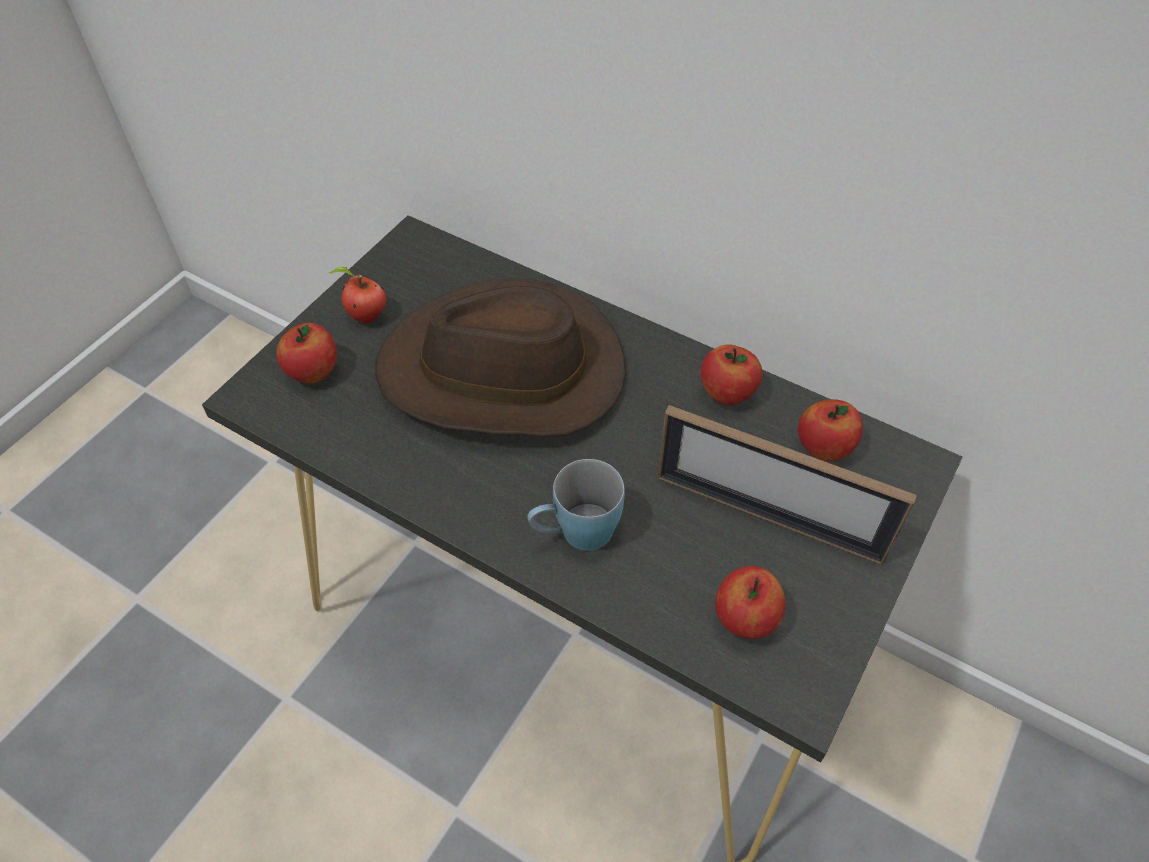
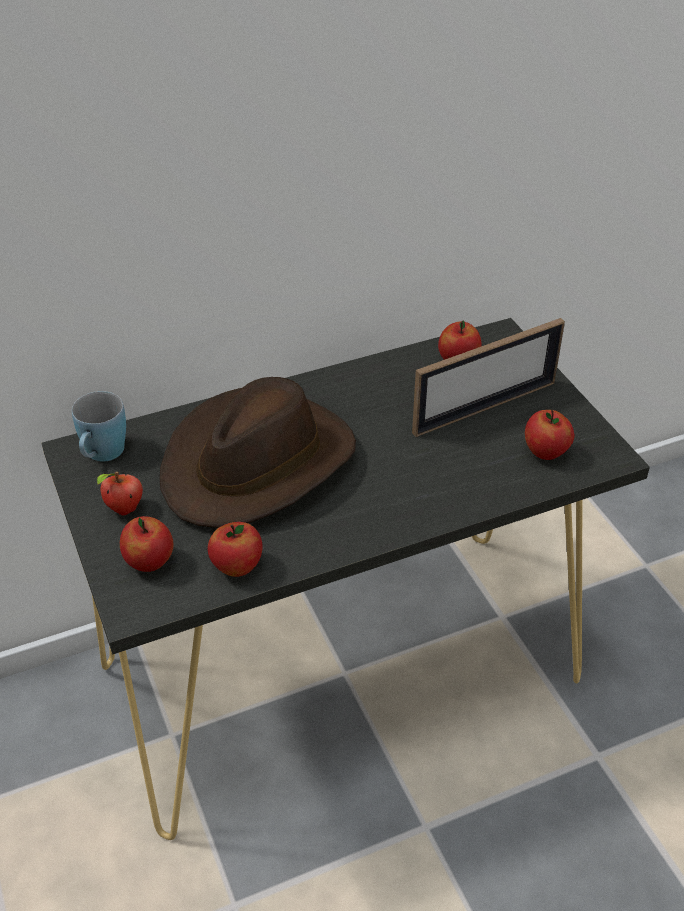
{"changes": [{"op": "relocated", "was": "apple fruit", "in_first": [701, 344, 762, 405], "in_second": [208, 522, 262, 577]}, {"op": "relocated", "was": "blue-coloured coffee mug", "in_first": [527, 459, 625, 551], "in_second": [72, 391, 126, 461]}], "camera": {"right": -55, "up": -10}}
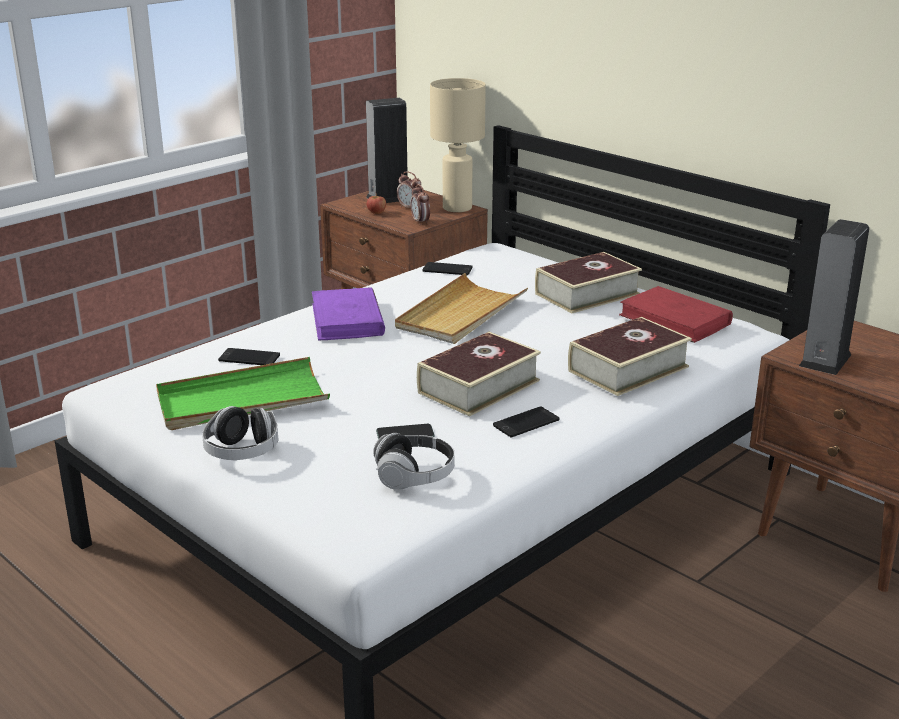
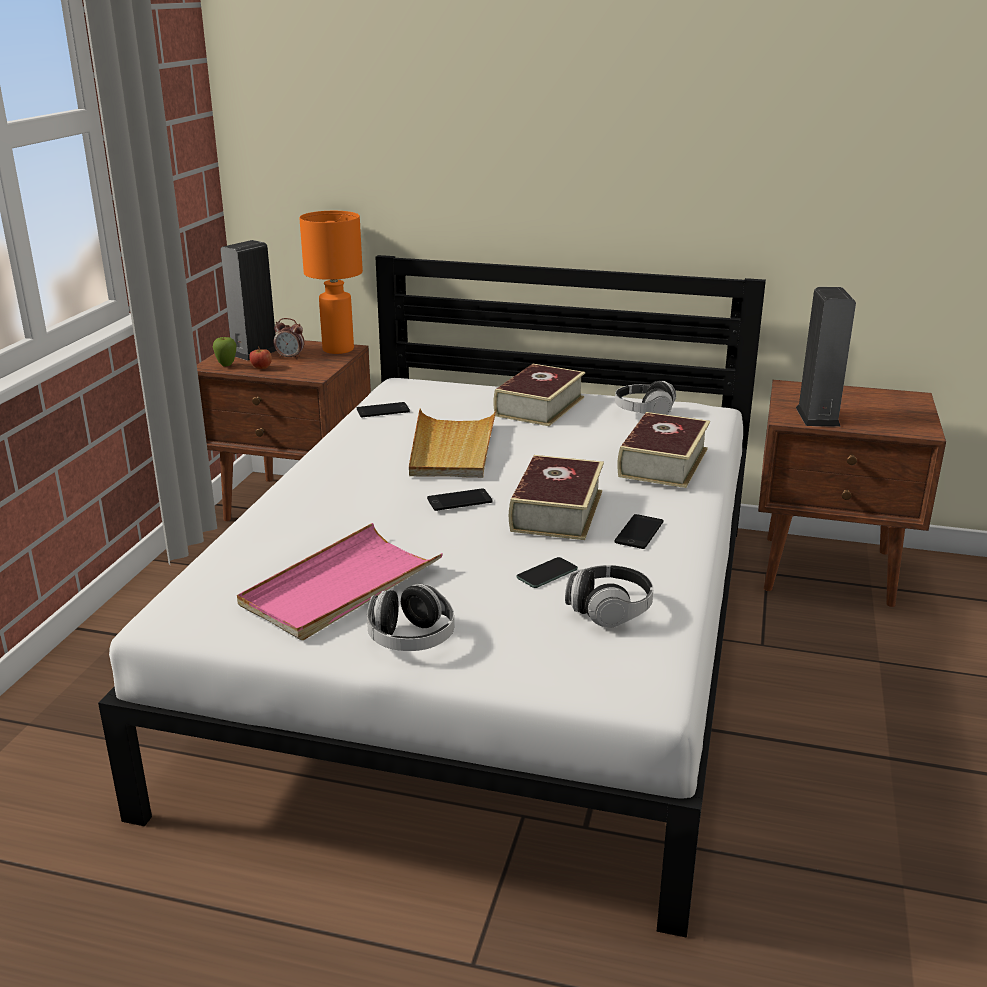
{"changes": [{"op": "colour", "was": "beige tabletop lamp", "now": "orangey tabletop lamp", "in_first": [430, 78, 486, 212], "in_second": [299, 211, 363, 354]}, {"op": "missing", "was": "alarm clock", "in_first": [410, 184, 430, 225]}, {"op": "exchanged", "was": "red-coloured book", "now": "headset", "in_first": [619, 286, 733, 343], "in_second": [615, 381, 676, 415]}, {"op": "missing", "was": "purple book", "in_first": [312, 287, 385, 340]}, {"op": "relocated", "was": "phone", "in_first": [218, 348, 280, 365], "in_second": [427, 488, 493, 511]}, {"op": "colour", "was": "greenish serving tray", "now": "pink-coloured serving tray", "in_first": [156, 357, 330, 430], "in_second": [237, 523, 443, 640]}, {"op": "appeared", "now": "apple fruit", "in_second": [213, 337, 237, 366]}], "camera": {"right": -30, "up": 0}}
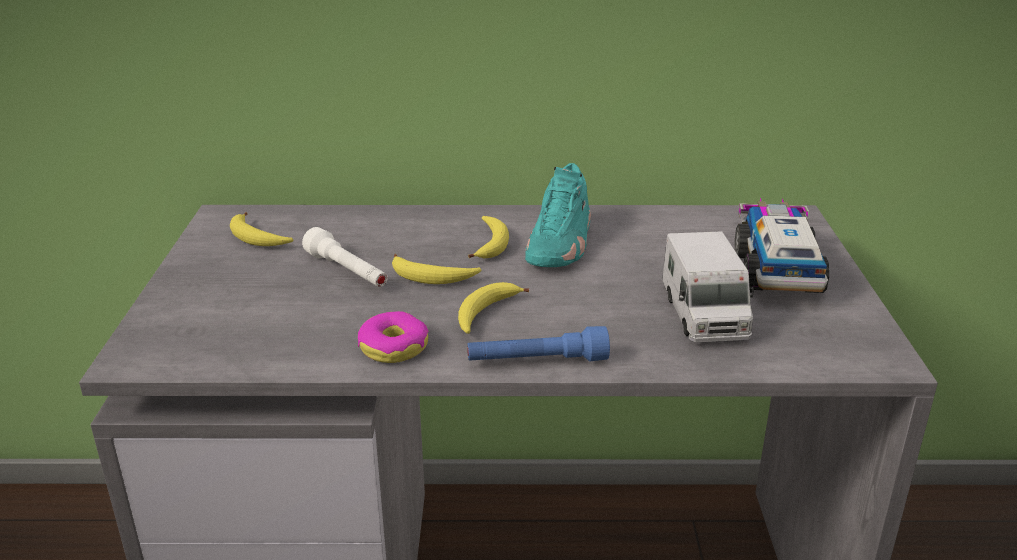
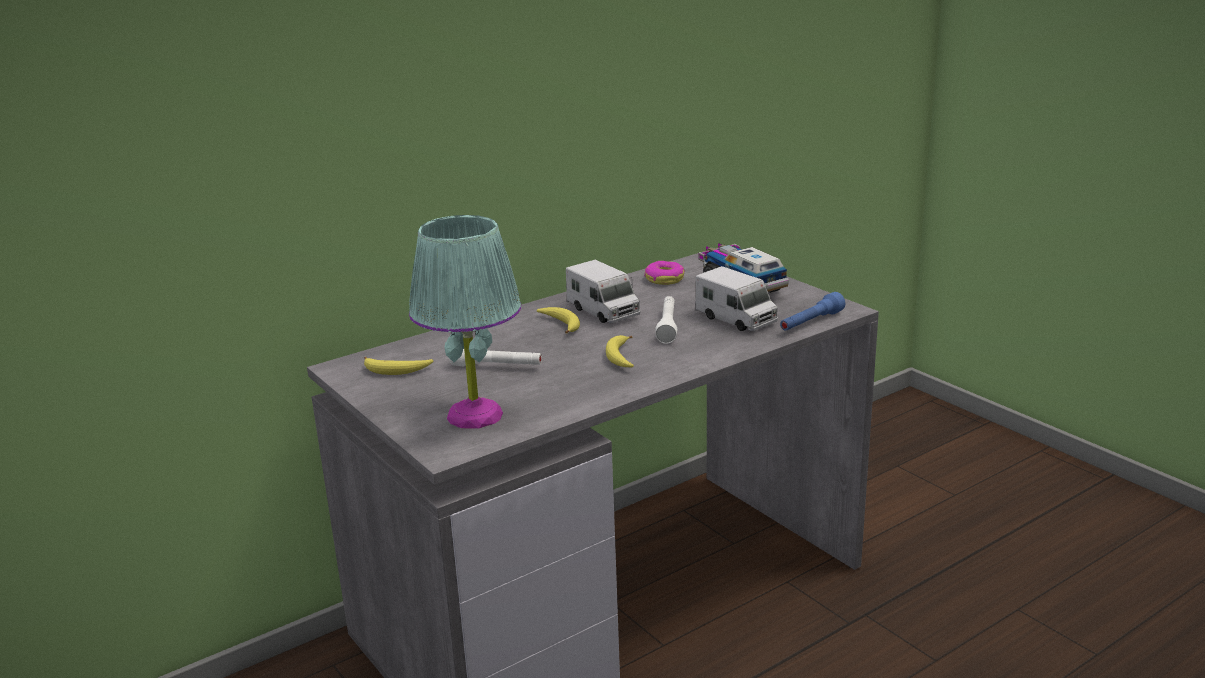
{"changes": [{"op": "exchanged", "was": "turquoise low shoe", "now": "toy truck", "in_first": [525, 163, 591, 267], "in_second": [566, 260, 641, 323]}, {"op": "missing", "was": "banana fruit", "in_first": [392, 254, 481, 284]}, {"op": "relocated", "was": "donut", "in_first": [358, 311, 429, 363], "in_second": [645, 261, 685, 285]}, {"op": "relocated", "was": "blue-coloured torch", "in_first": [467, 326, 610, 361], "in_second": [780, 292, 845, 331]}, {"op": "appeared", "now": "turquoise tabletop lamp", "in_second": [409, 215, 521, 429]}, {"op": "appeared", "now": "whitish torch", "in_second": [655, 296, 677, 344]}], "camera": {"right": -35, "up": -5}}
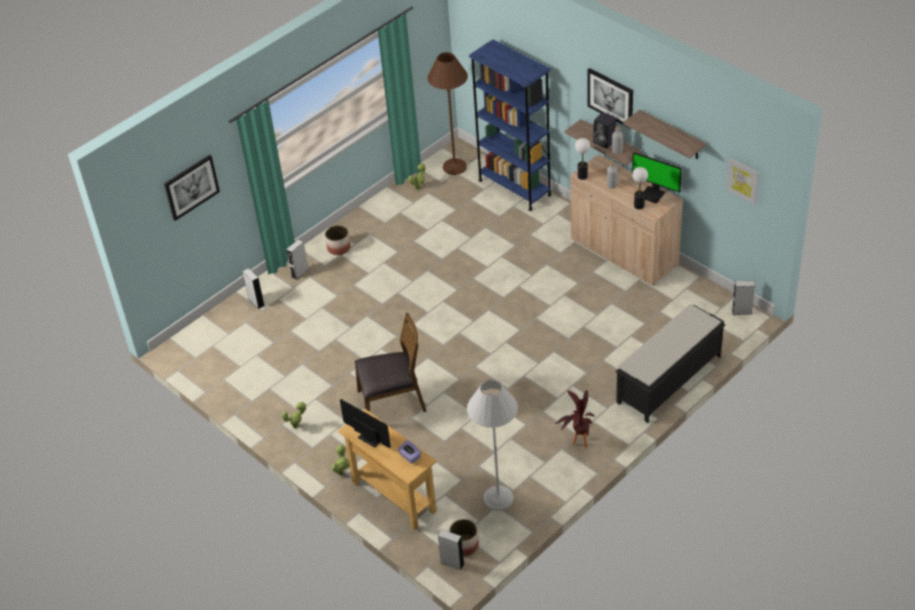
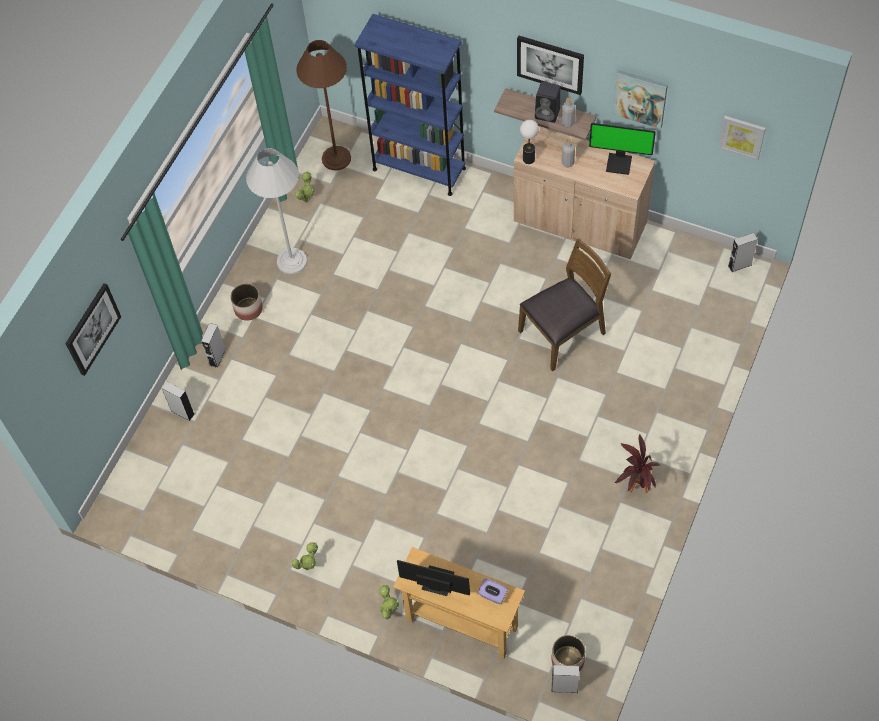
{"changes": [{"op": "exchanged", "was": "shelf", "now": "wall art", "in_first": [623, 110, 706, 159], "in_second": [613, 70, 668, 129]}, {"op": "missing", "was": "tabletop lamp", "in_first": [632, 167, 648, 209]}, {"op": "missing", "was": "blackish long seat", "in_first": [616, 304, 725, 423]}, {"op": "relocated", "was": "brown upright chair", "in_first": [354, 313, 427, 412], "in_second": [518, 239, 611, 372]}, {"op": "relocated", "was": "whitish standard lamp", "in_first": [467, 380, 518, 511], "in_second": [246, 148, 307, 274]}], "camera": {"right": -20, "up": 15}}
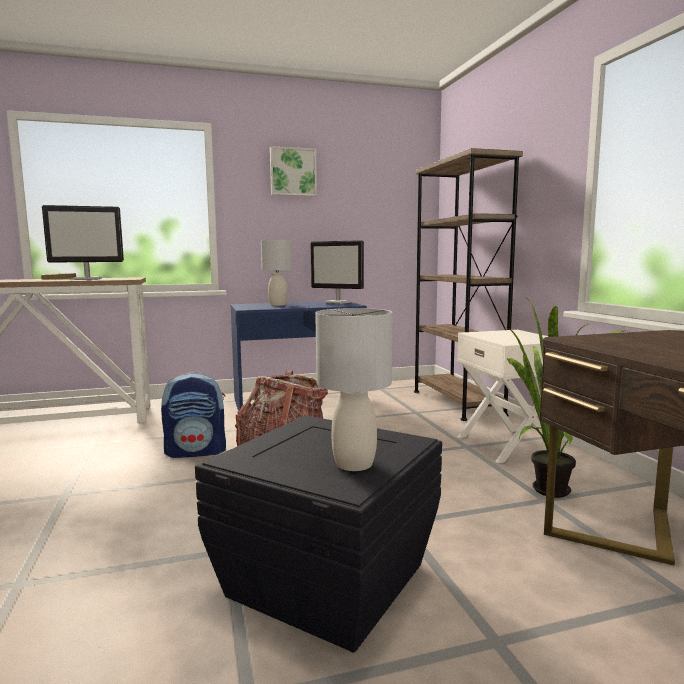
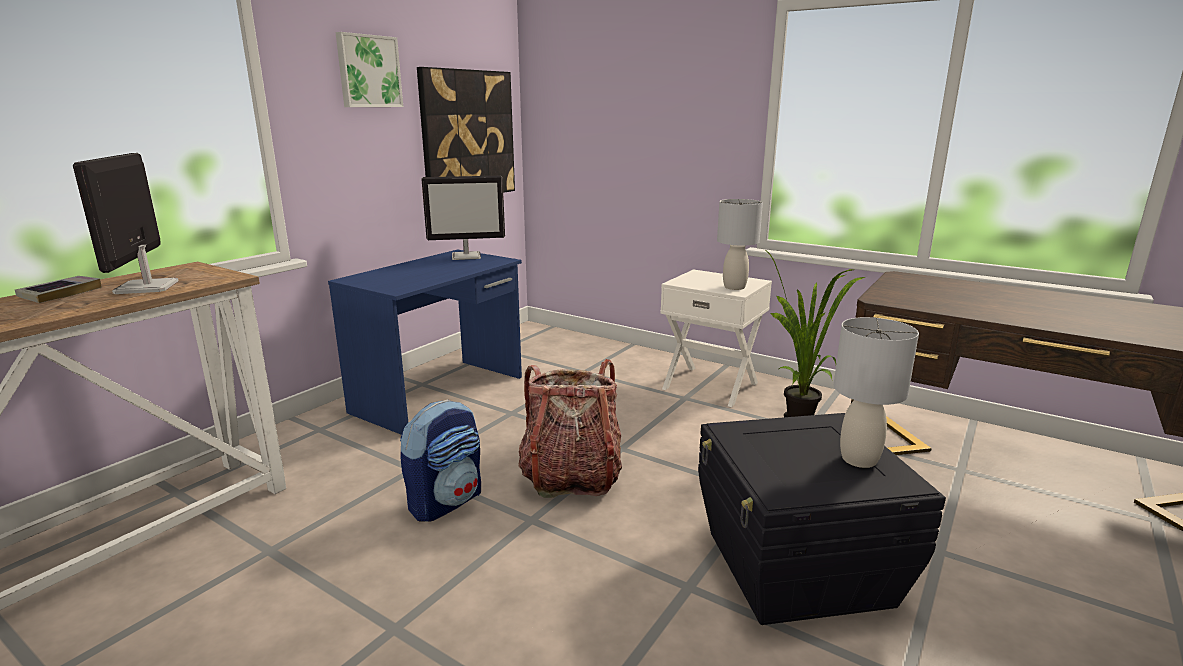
{"changes": [{"op": "missing", "was": "brown bookcase", "in_first": [414, 148, 523, 421]}, {"op": "spun", "was": "computer display", "in_first": [42, 205, 124, 280], "in_second": [73, 153, 179, 294], "clockwise": 135}, {"op": "relocated", "was": "gray tabletop lamp", "in_first": [261, 240, 292, 306], "in_second": [717, 199, 763, 290]}, {"op": "appeared", "now": "wall art", "in_second": [417, 67, 515, 193]}], "camera": {"right": -40, "up": 10}}
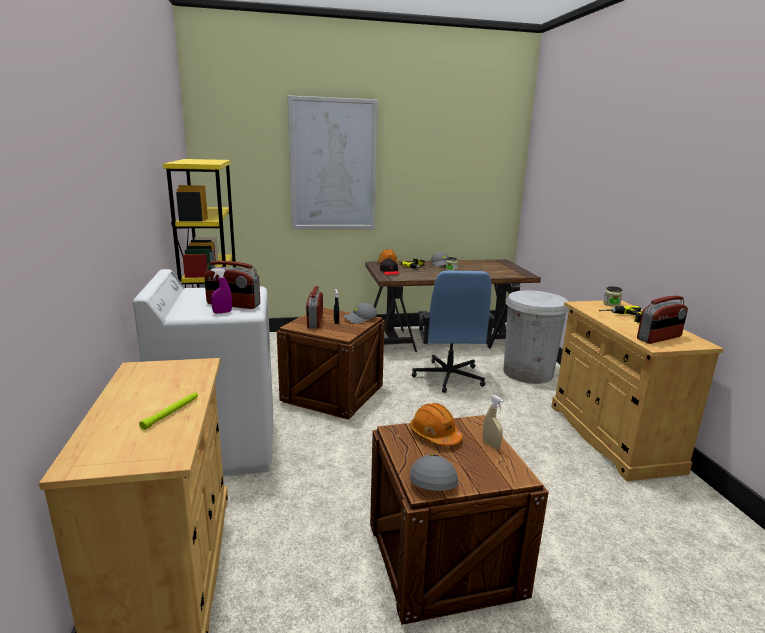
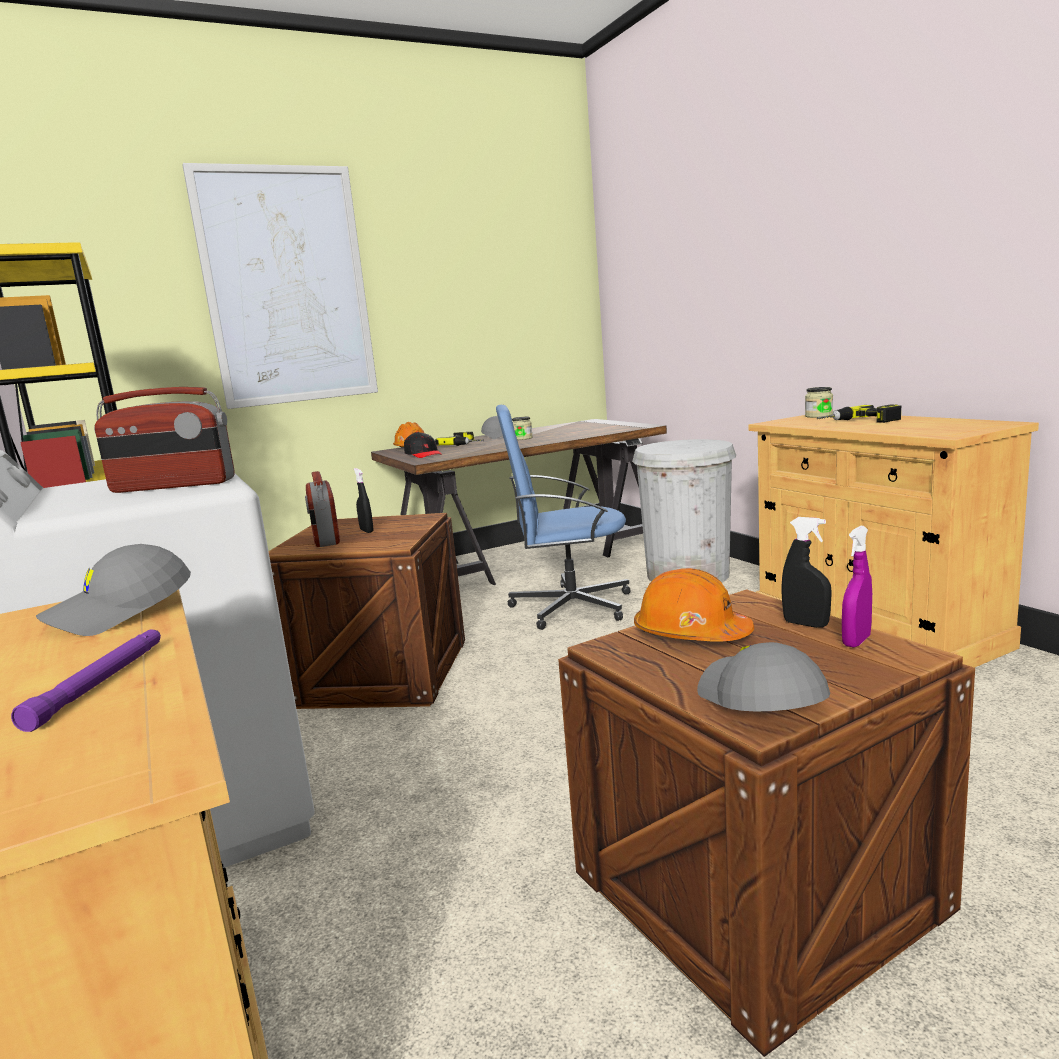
{"changes": [{"op": "relocated", "was": "purple sprayer", "in_first": [211, 268, 232, 314], "in_second": [842, 526, 872, 648]}, {"op": "spun", "was": "blue-coloured office chair", "in_first": [412, 271, 495, 393], "in_second": [496, 405, 630, 630], "clockwise": 105}, {"op": "missing", "was": "radio", "in_first": [637, 296, 688, 344]}, {"op": "relocated", "was": "gray baseball cap", "in_first": [344, 303, 377, 324], "in_second": [36, 544, 191, 636]}, {"op": "colour", "was": "greenish torch", "now": "purple torch", "in_first": [139, 393, 198, 430], "in_second": [11, 629, 161, 732]}, {"op": "colour", "was": "beige sprayer", "now": "blackish sprayer", "in_first": [483, 395, 504, 449], "in_second": [781, 517, 832, 628]}], "camera": {"right": -15, "up": -5}}
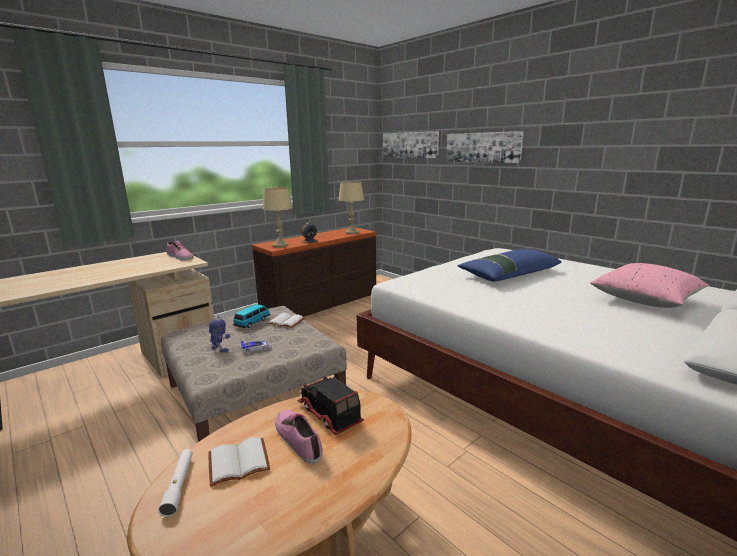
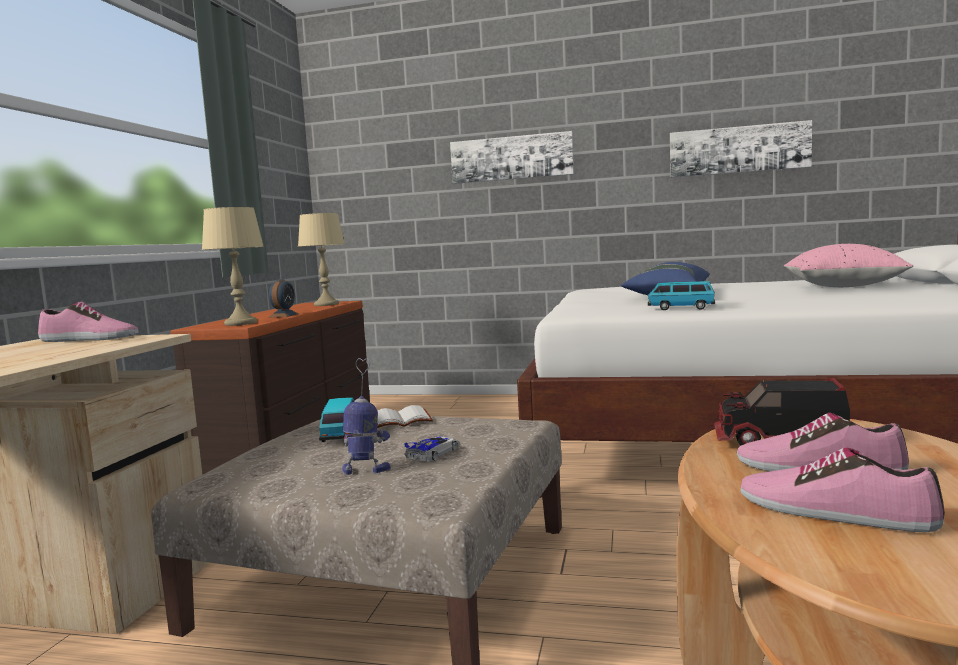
{"changes": [{"op": "relocated", "was": "wall art", "in_first": [383, 131, 439, 158], "in_second": [670, 120, 812, 178]}, {"op": "exchanged", "was": "whitish book", "now": "low shoe", "in_first": [208, 437, 270, 487], "in_second": [740, 448, 945, 532]}, {"op": "missing", "was": "whitish torch", "in_first": [158, 449, 193, 517]}, {"op": "appeared", "now": "toy car", "in_second": [648, 281, 715, 310]}], "camera": {"right": -35, "up": -10}}
